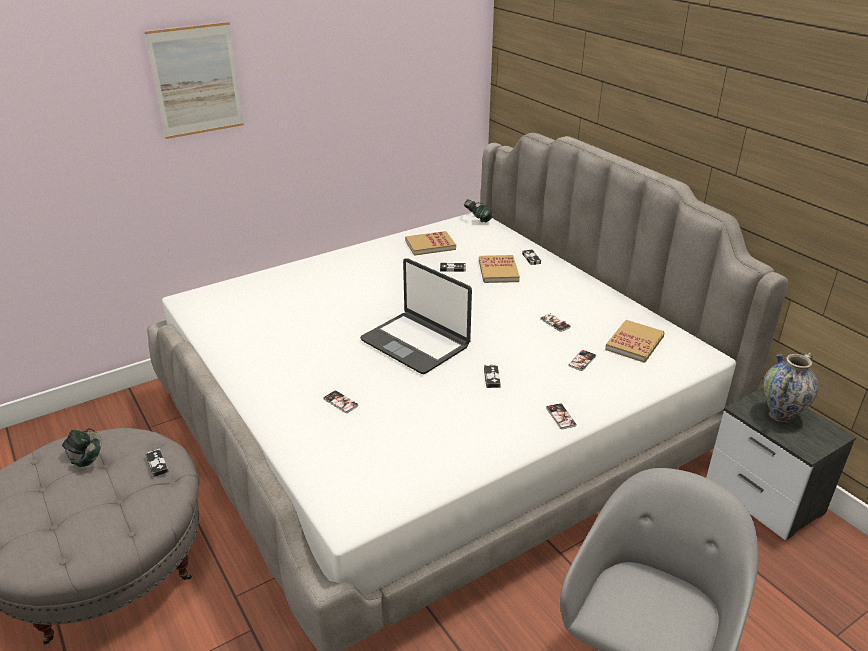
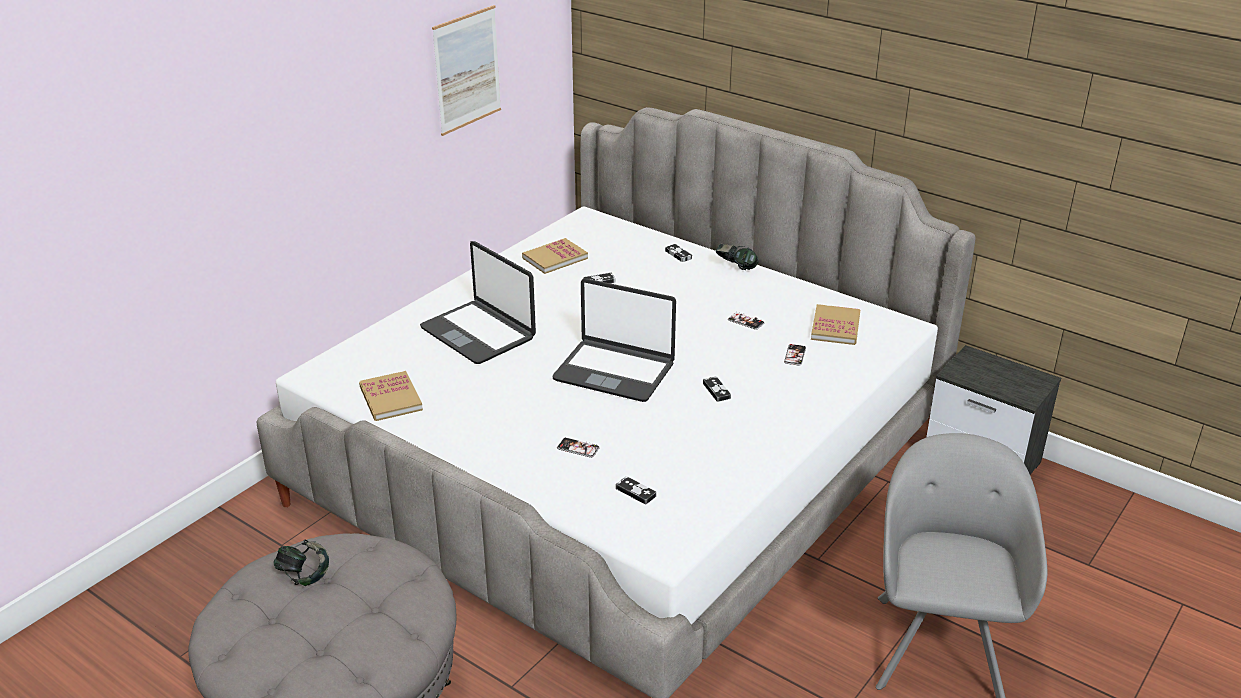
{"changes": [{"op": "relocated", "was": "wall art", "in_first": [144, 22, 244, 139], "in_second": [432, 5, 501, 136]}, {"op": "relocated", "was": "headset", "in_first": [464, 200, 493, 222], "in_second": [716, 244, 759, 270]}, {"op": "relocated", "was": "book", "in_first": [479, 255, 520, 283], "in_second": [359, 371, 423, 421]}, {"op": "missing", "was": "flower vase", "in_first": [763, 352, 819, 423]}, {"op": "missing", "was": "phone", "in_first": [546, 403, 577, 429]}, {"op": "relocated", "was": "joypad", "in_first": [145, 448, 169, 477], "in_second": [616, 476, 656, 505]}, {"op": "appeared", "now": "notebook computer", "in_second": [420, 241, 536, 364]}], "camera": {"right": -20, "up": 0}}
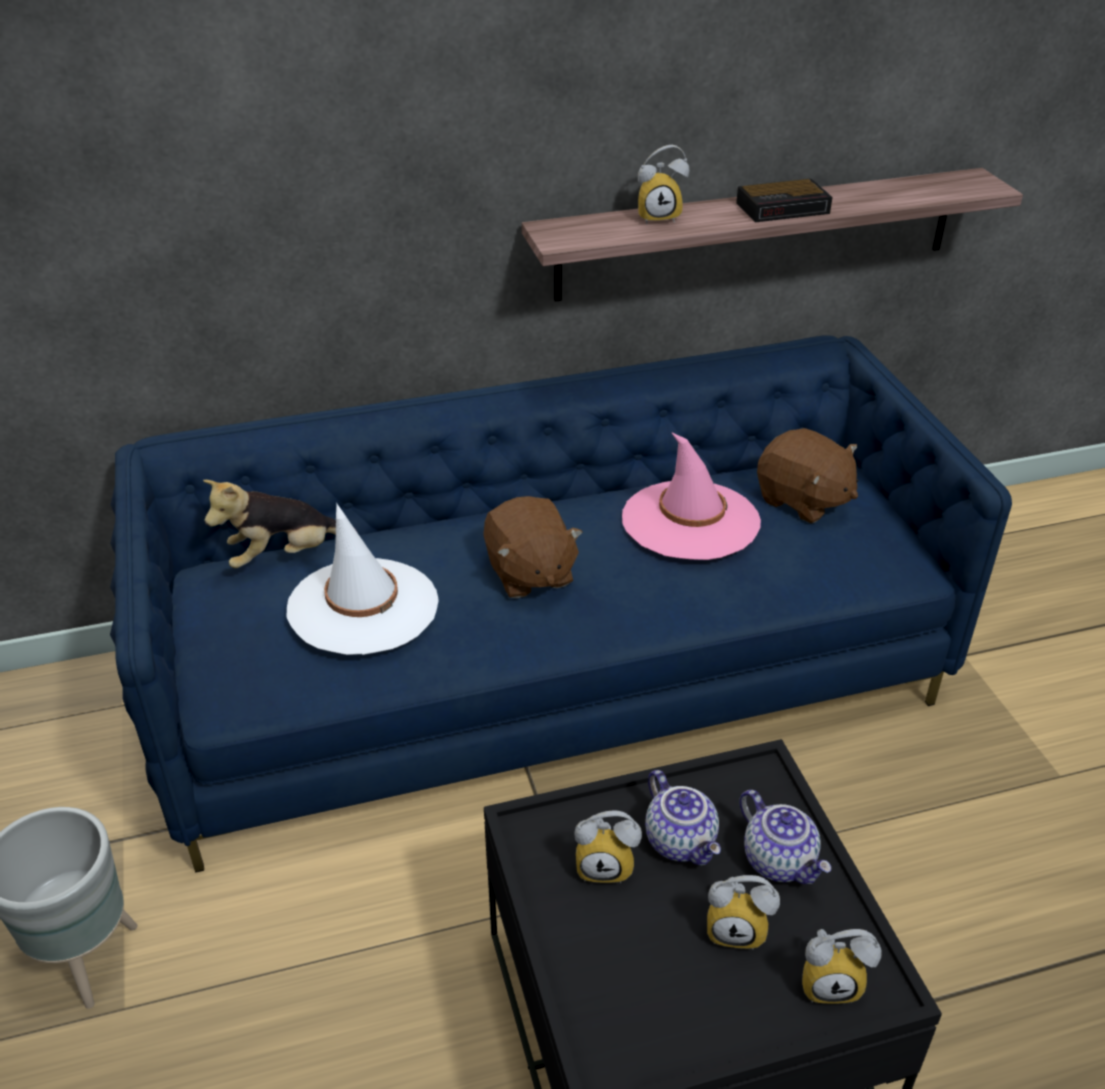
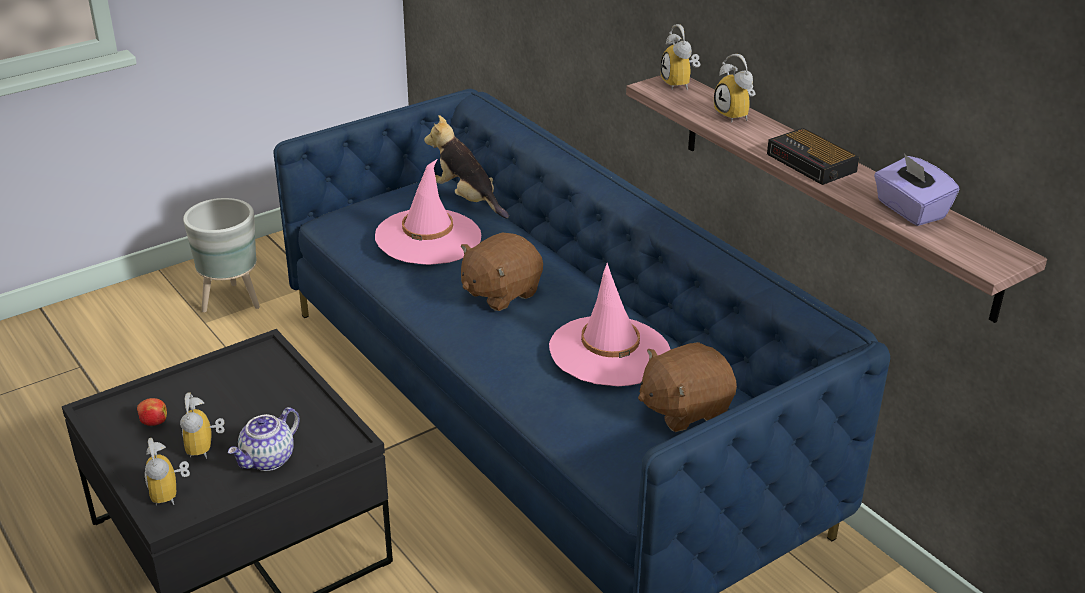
{"changes": [{"op": "spun", "was": "brown soft toy", "in_first": [757, 428, 858, 523], "in_second": [638, 342, 737, 432], "clockwise": 45}, {"op": "colour", "was": "whitish wearable hat", "now": "pink-coloured wearable hat", "in_first": [287, 504, 439, 655], "in_second": [375, 159, 481, 265]}, {"op": "missing", "was": "teapot", "in_first": [645, 770, 721, 866]}, {"op": "relocated", "was": "alarm clock", "in_first": [574, 811, 642, 883], "in_second": [660, 24, 700, 90]}, {"op": "appeared", "now": "purple tissue holder", "in_second": [874, 153, 959, 226]}, {"op": "appeared", "now": "apple fruit", "in_second": [137, 398, 167, 426]}], "camera": {"right": 70, "up": -5}}
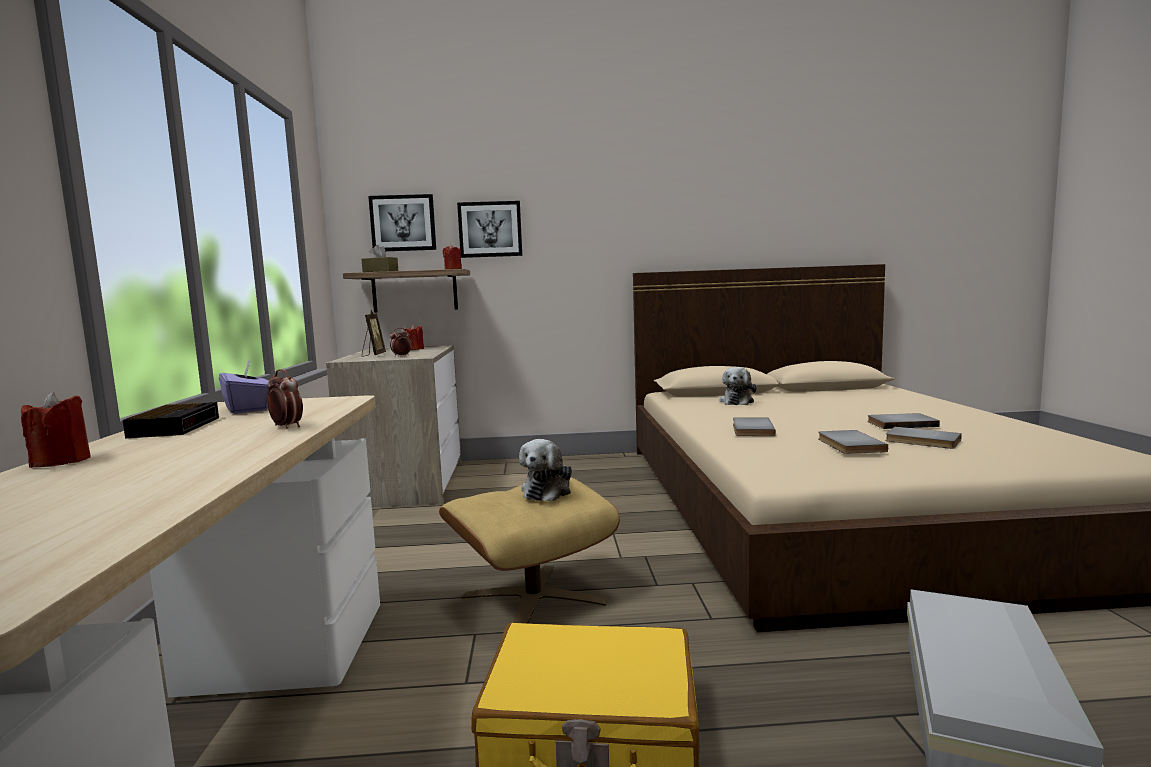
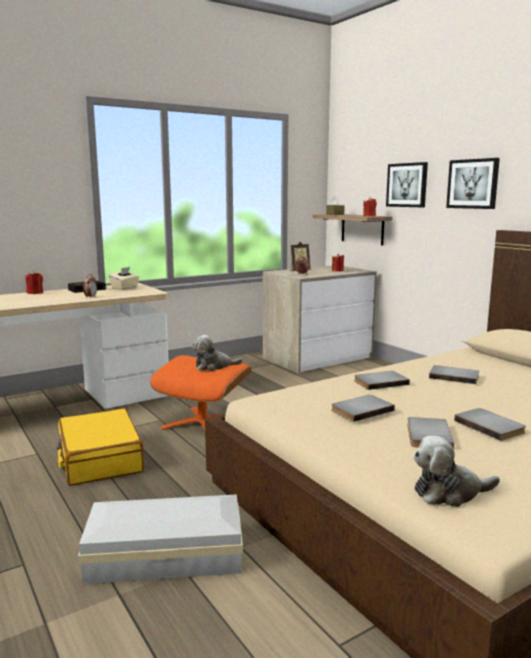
{"changes": [{"op": "relocated", "was": "wall art", "in_first": [368, 194, 436, 251], "in_second": [446, 158, 500, 209]}, {"op": "colour", "was": "purple tissue holder", "now": "beige tissue holder", "in_first": [219, 360, 269, 414], "in_second": [109, 267, 139, 290]}, {"op": "relocated", "was": "soft toy", "in_first": [720, 367, 757, 405], "in_second": [413, 436, 500, 507]}, {"op": "colour", "was": "beige pouffe", "now": "orangey pouffe", "in_first": [439, 477, 620, 623], "in_second": [150, 355, 251, 430]}, {"op": "appeared", "now": "gray book", "in_second": [429, 365, 479, 384]}], "camera": {"right": 60, "up": 5}}
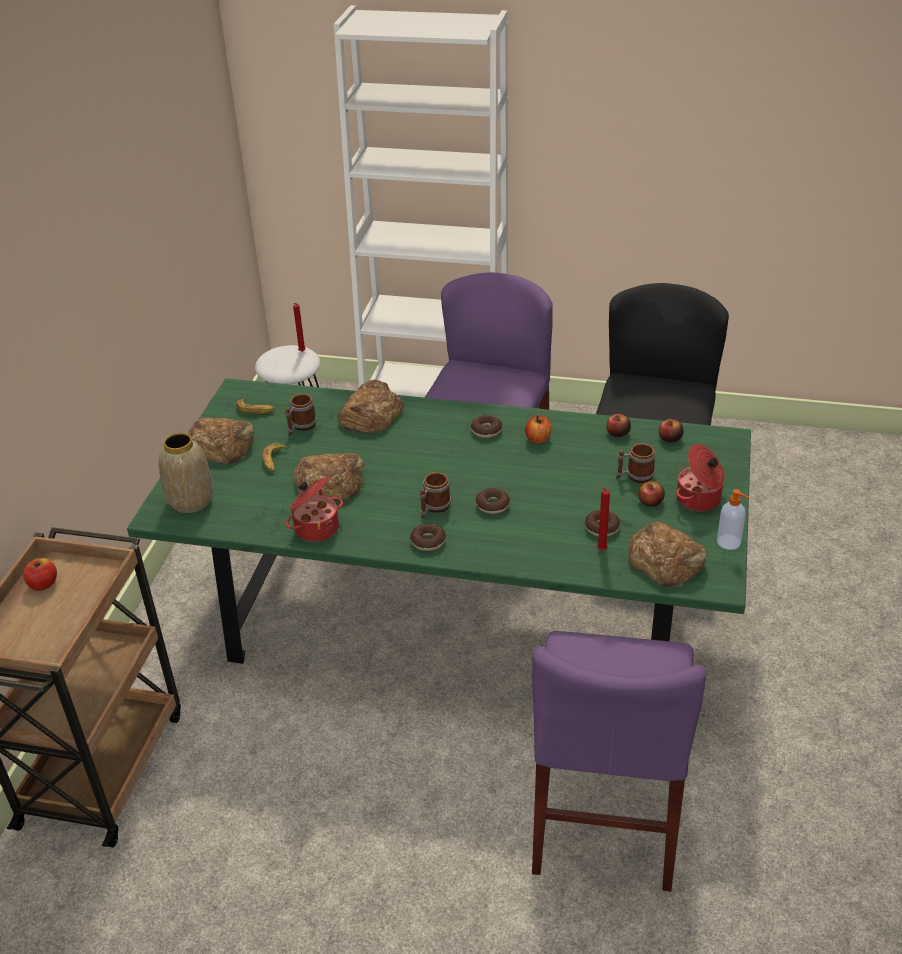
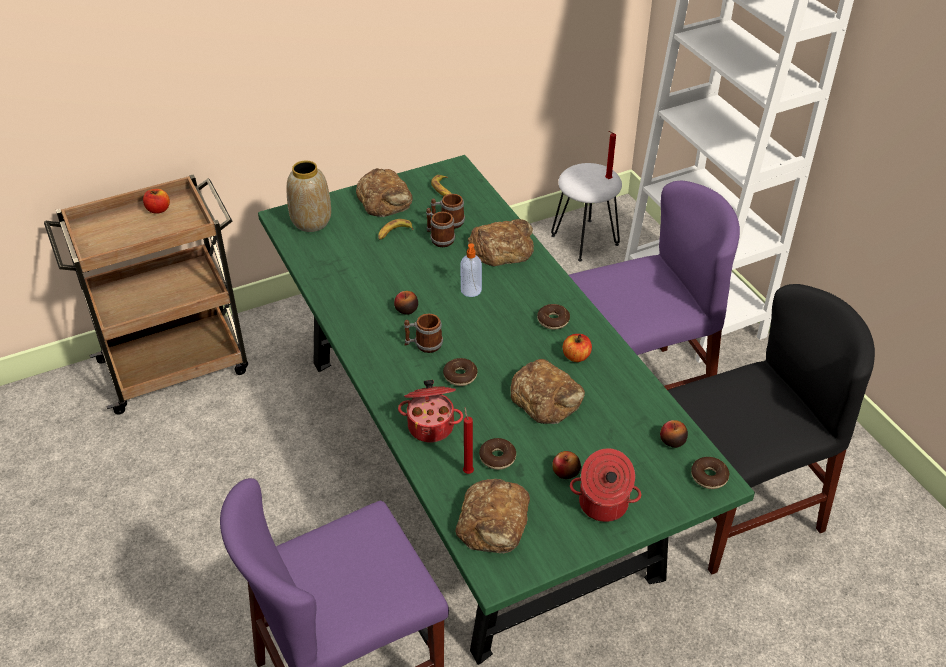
{"changes": [{"op": "relocated", "was": "apple fruit", "in_first": [606, 414, 631, 437], "in_second": [394, 291, 418, 315]}, {"op": "relocated", "was": "coffee mug", "in_first": [616, 443, 656, 483], "in_second": [426, 208, 455, 247]}, {"op": "relocated", "was": "bakery bread", "in_first": [294, 453, 365, 500], "in_second": [510, 359, 585, 424]}, {"op": "relocated", "was": "stockpot", "in_first": [285, 476, 343, 542], "in_second": [398, 380, 463, 443]}, {"op": "relocated", "was": "soap bottle", "in_first": [717, 489, 749, 550], "in_second": [461, 244, 482, 297]}, {"op": "relocated", "was": "donut", "in_first": [410, 523, 446, 551], "in_second": [691, 457, 729, 489]}], "camera": {"right": 50, "up": 5}}
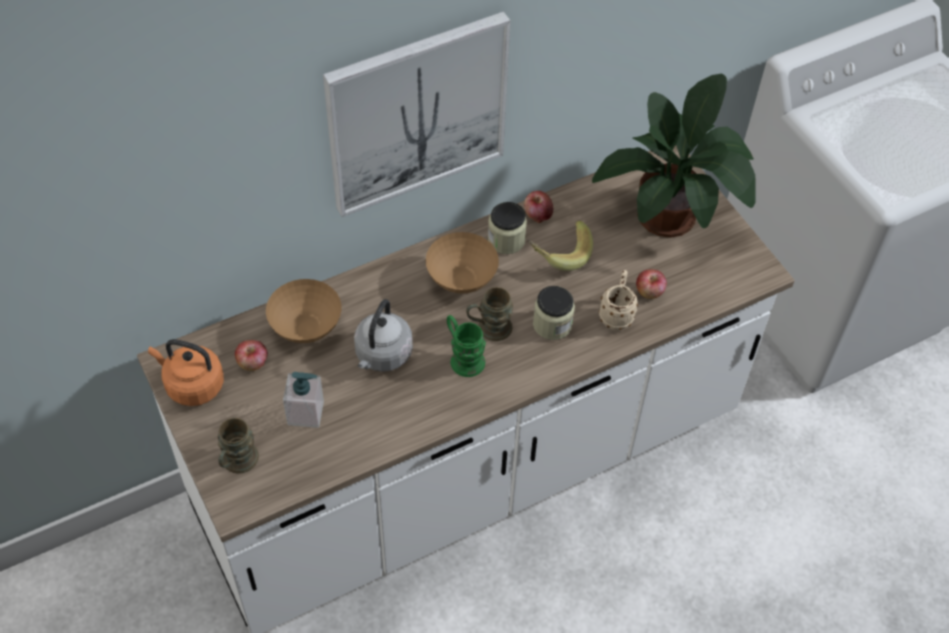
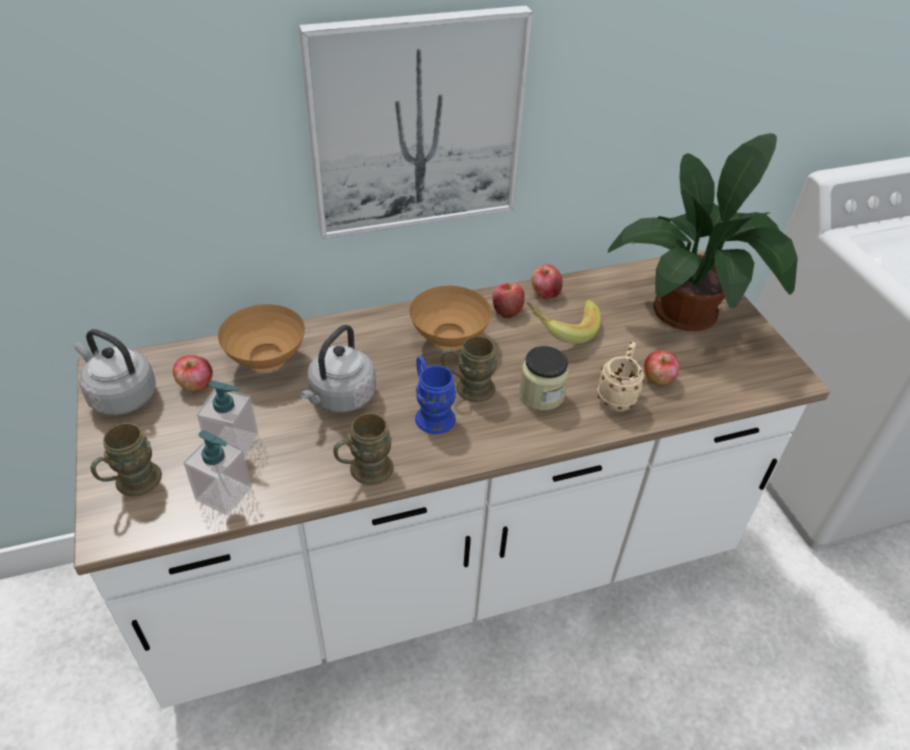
{"changes": [{"op": "exchanged", "was": "jar", "now": "apple fruit", "in_first": [488, 202, 527, 254], "in_second": [492, 283, 525, 318]}, {"op": "colour", "was": "greenish coffee mug", "now": "blue-coloured coffee mug", "in_first": [447, 315, 486, 377], "in_second": [415, 356, 456, 434]}, {"op": "colour", "was": "orangey water kettle", "now": "gray water kettle", "in_first": [148, 339, 224, 406], "in_second": [74, 329, 156, 415]}, {"op": "appeared", "now": "brown coffee mug", "in_second": [333, 413, 394, 485]}, {"op": "appeared", "now": "soap bottle", "in_second": [183, 430, 252, 515]}], "camera": {"right": 10, "up": -10}}
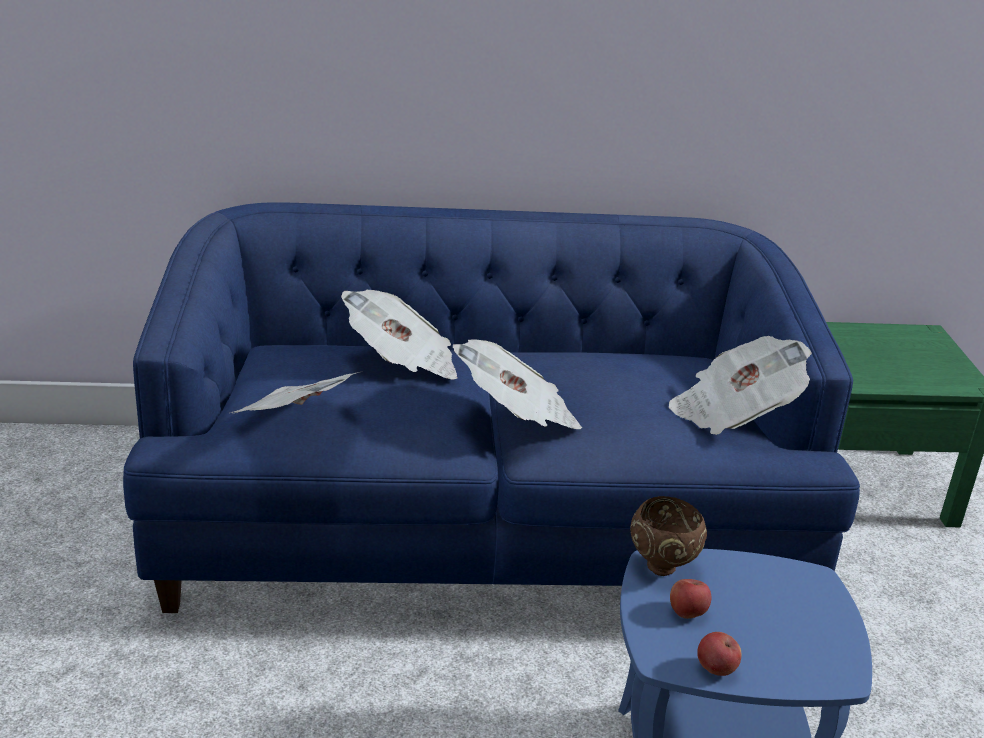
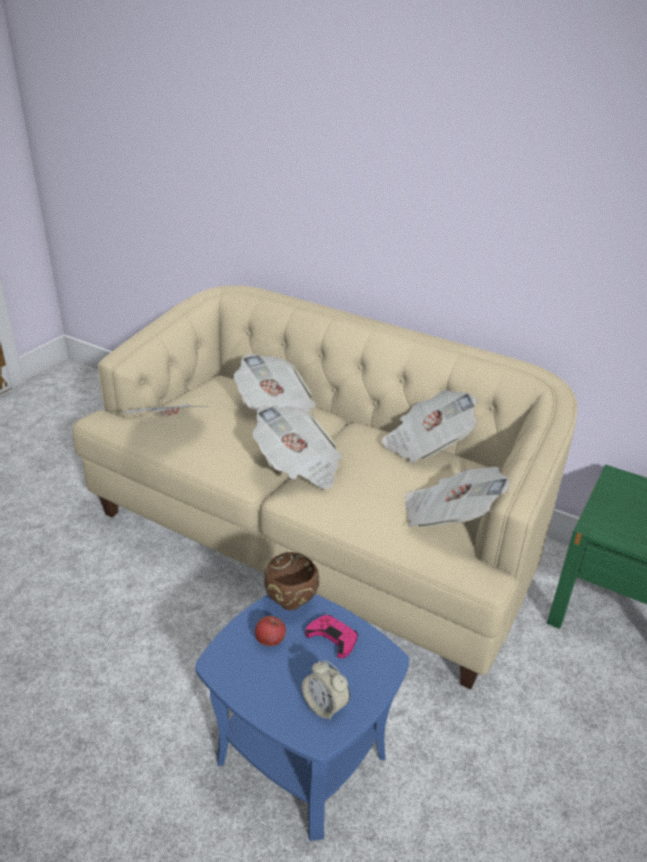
{"changes": [{"op": "colour", "was": "blue-coloured sofa", "now": "beige sofa", "in_first": [123, 202, 860, 613], "in_second": [72, 285, 578, 690]}, {"op": "missing", "was": "apple fruit", "in_first": [697, 632, 741, 676]}, {"op": "appeared", "now": "daily paper", "in_second": [382, 389, 478, 463]}, {"op": "appeared", "now": "pink-coloured joypad", "in_second": [305, 615, 358, 659]}, {"op": "appeared", "now": "alarm clock", "in_second": [302, 660, 350, 721]}], "camera": {"right": 35, "up": 5}}
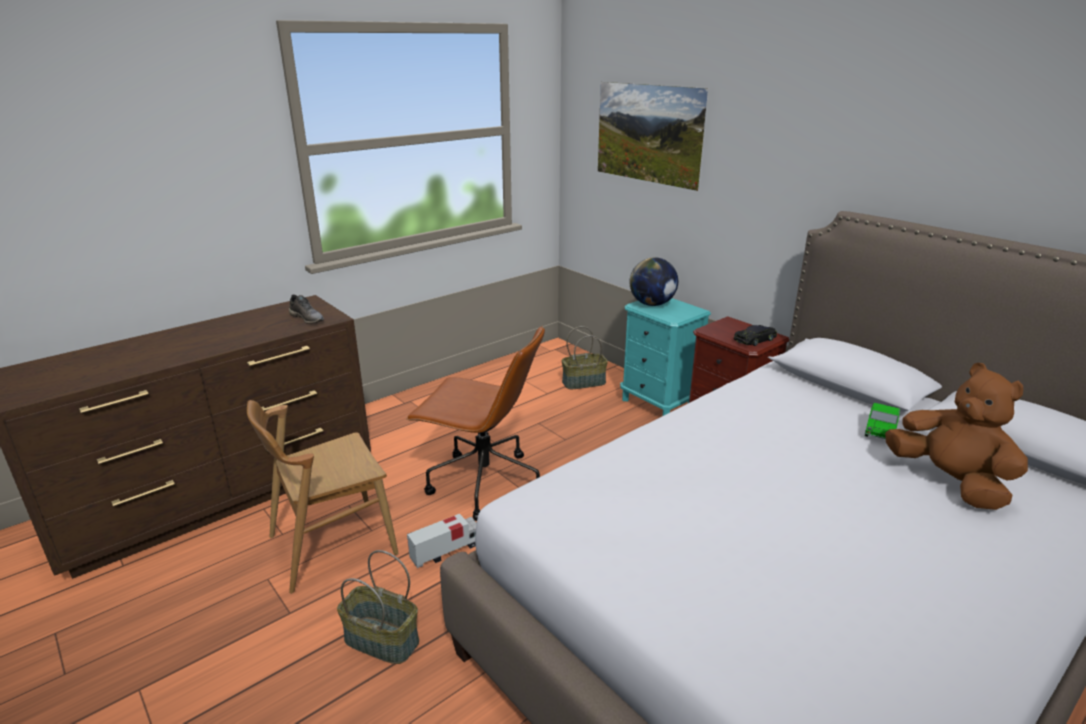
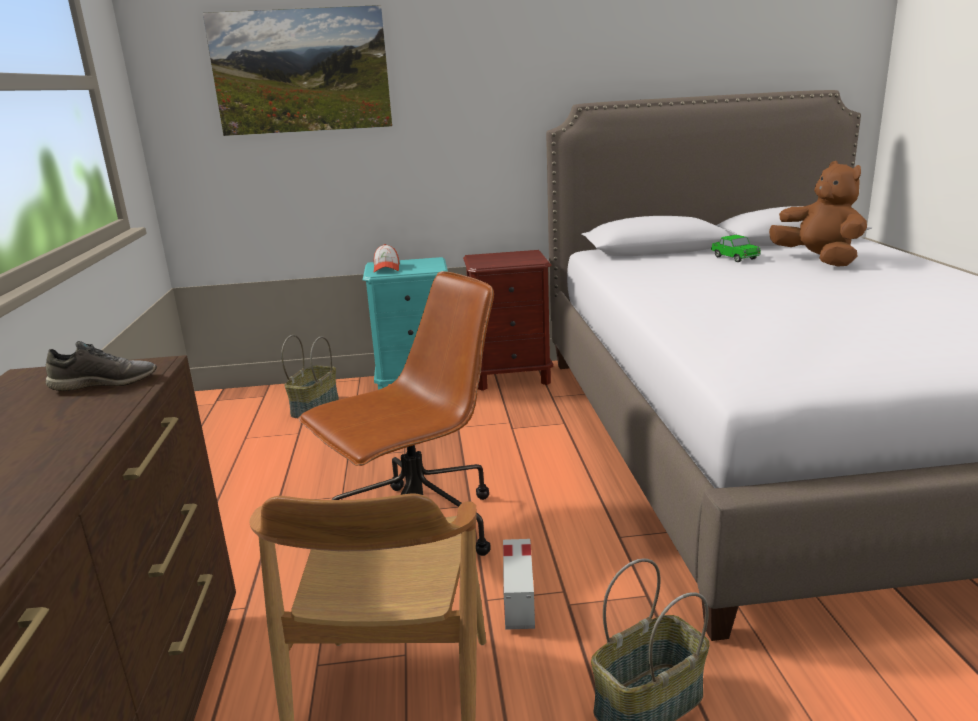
{"changes": [{"op": "exchanged", "was": "world globe", "now": "baseball cap", "in_first": [630, 257, 678, 306], "in_second": [374, 244, 400, 273]}, {"op": "missing", "was": "blackish toy car", "in_first": [734, 325, 777, 346]}, {"op": "spun", "was": "brown soft toy", "in_first": [885, 363, 1028, 510], "in_second": [769, 161, 867, 267], "clockwise": 60}], "camera": {"right": -55, "up": -5}}
